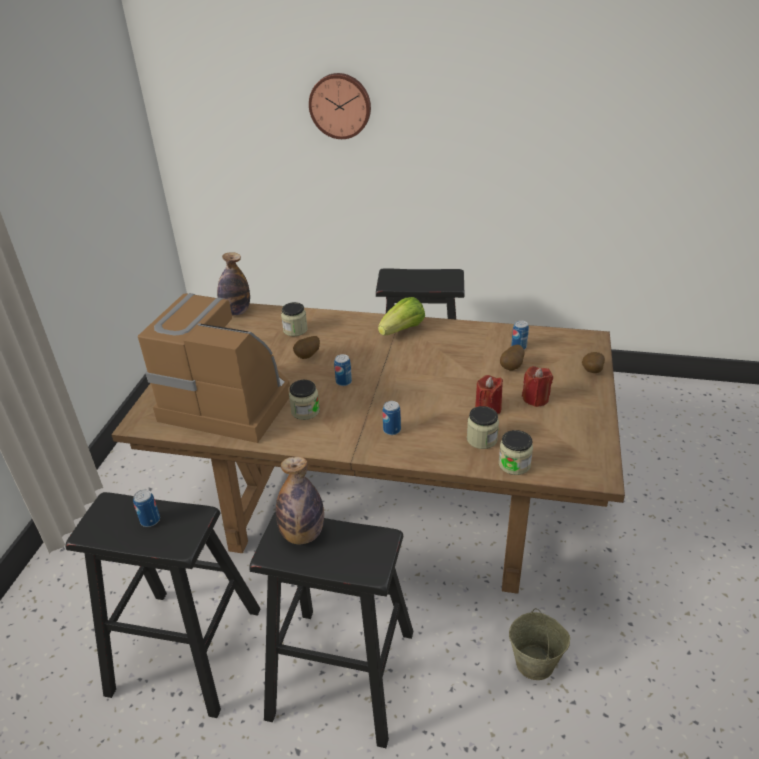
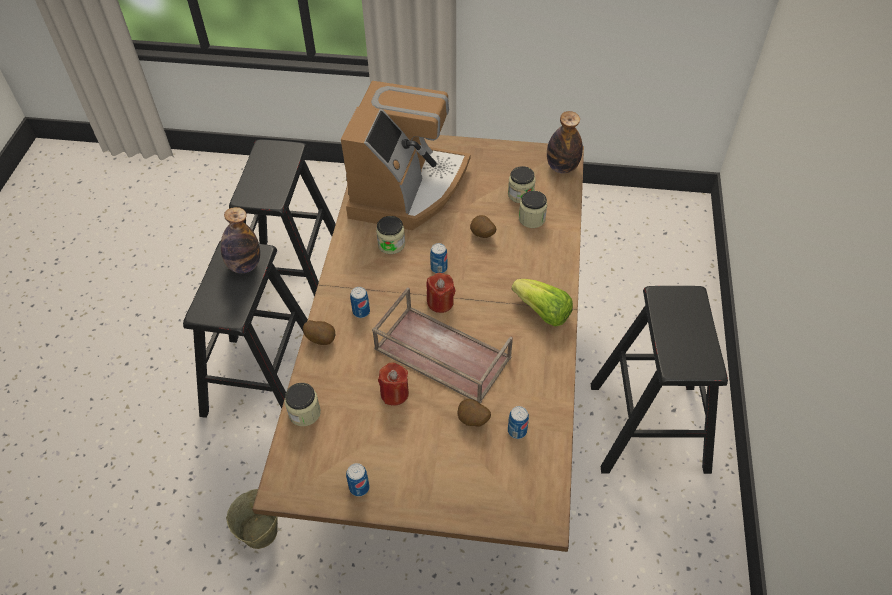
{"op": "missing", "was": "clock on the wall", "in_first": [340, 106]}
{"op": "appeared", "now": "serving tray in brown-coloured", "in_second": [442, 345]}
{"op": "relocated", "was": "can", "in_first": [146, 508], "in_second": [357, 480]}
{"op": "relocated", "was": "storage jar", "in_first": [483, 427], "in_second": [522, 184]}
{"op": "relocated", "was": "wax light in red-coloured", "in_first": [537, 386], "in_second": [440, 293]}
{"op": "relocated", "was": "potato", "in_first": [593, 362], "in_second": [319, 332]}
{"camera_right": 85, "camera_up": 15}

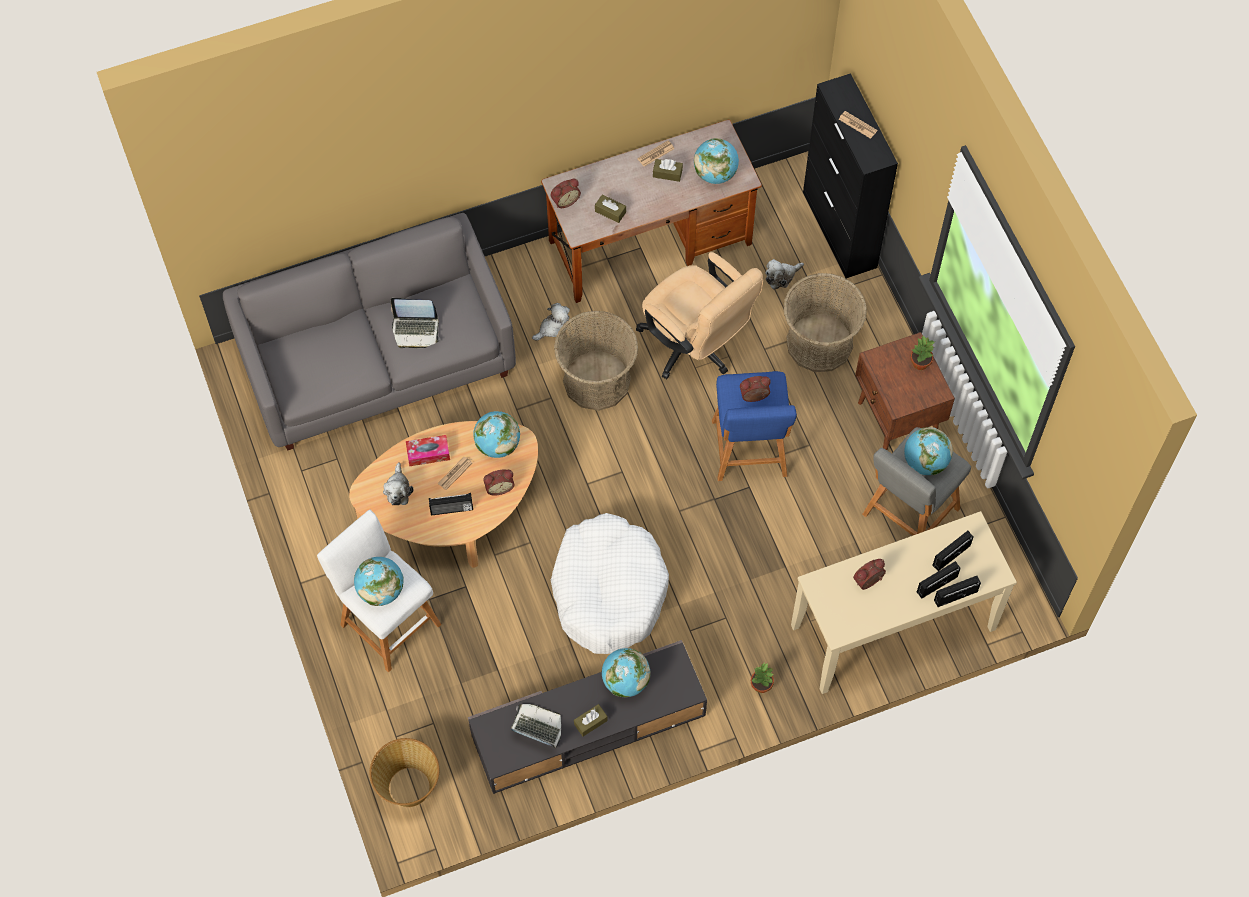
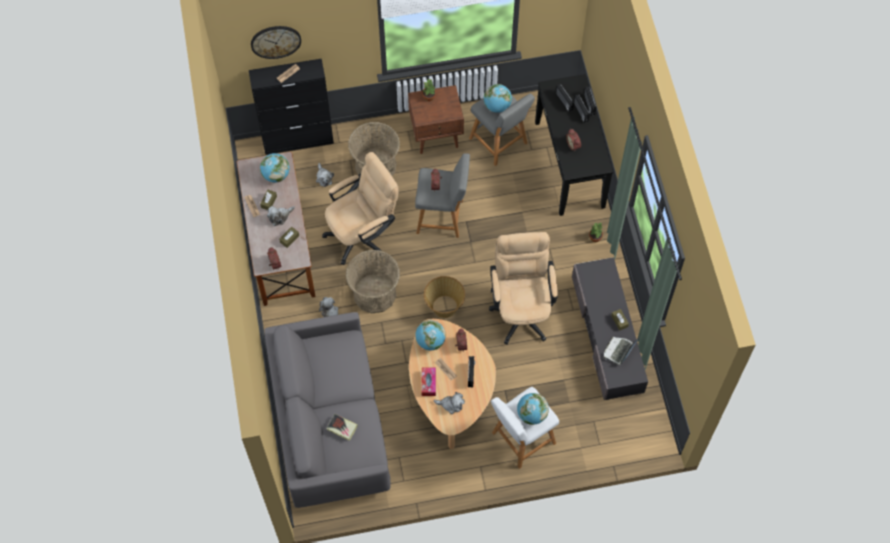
{"op": "missing", "was": "laptop", "in_first": [415, 323]}
{"op": "missing", "was": "globe", "in_first": [626, 672]}
{"op": "appeared", "now": "clock on the wall", "in_second": [276, 42]}
{"op": "appeared", "now": "soft toy", "in_second": [281, 216]}
{"op": "appeared", "now": "book", "in_second": [342, 427]}
{"op": "relocated", "was": "storage basket", "in_first": [404, 772], "in_second": [444, 297]}
{"op": "exchanged", "was": "dog cushion in white", "now": "office chair in beige", "in_first": [610, 583], "in_second": [523, 288]}
{"op": "colour", "was": "stool seat in blue-coloured", "now": "stool seat in gray", "in_first": [754, 426], "in_second": [442, 195]}
{"op": "colour", "was": "console table in beige", "now": "console table in black-coloured", "in_first": [904, 602], "in_second": [574, 145]}
{"camera_right": -80, "camera_up": 0}

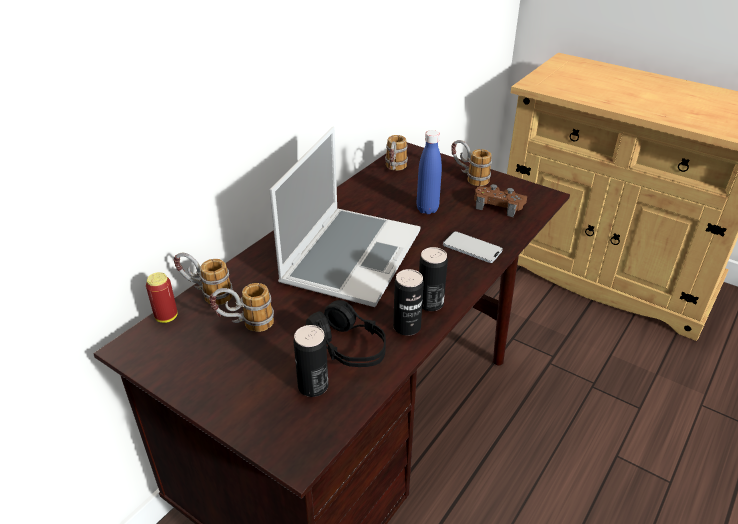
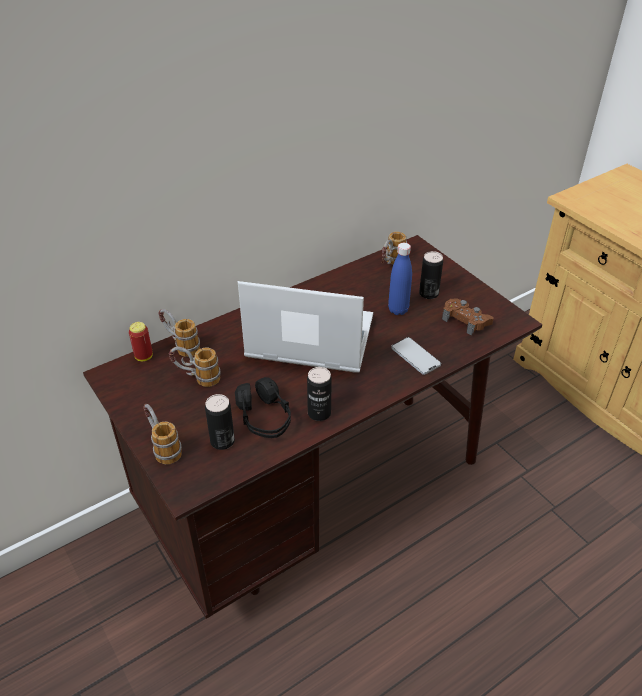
{"op": "relocated", "was": "can", "in_first": [433, 279], "in_second": [431, 275]}
{"op": "relocated", "was": "coffee mug", "in_first": [471, 163], "in_second": [162, 434]}
{"op": "spun", "was": "laptop", "in_first": [345, 217], "in_second": [305, 327], "clockwise": -120}
{"camera_right": 20, "camera_up": 5}

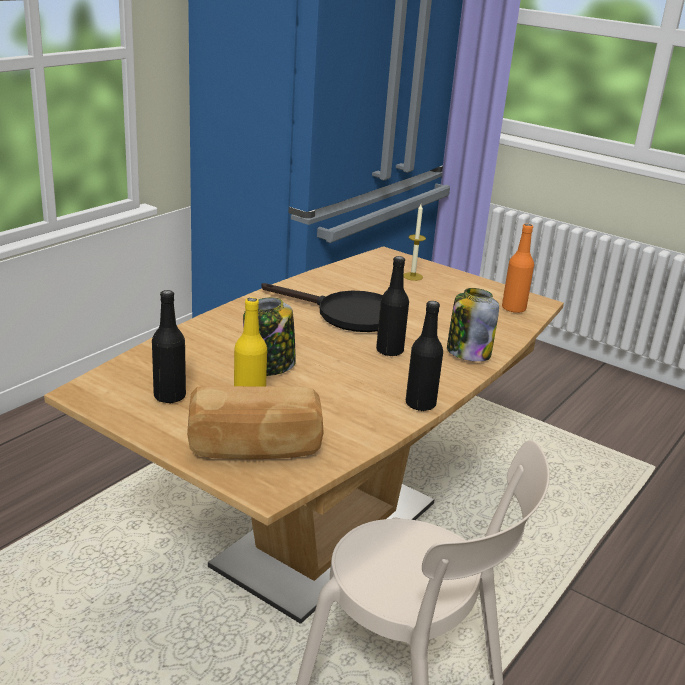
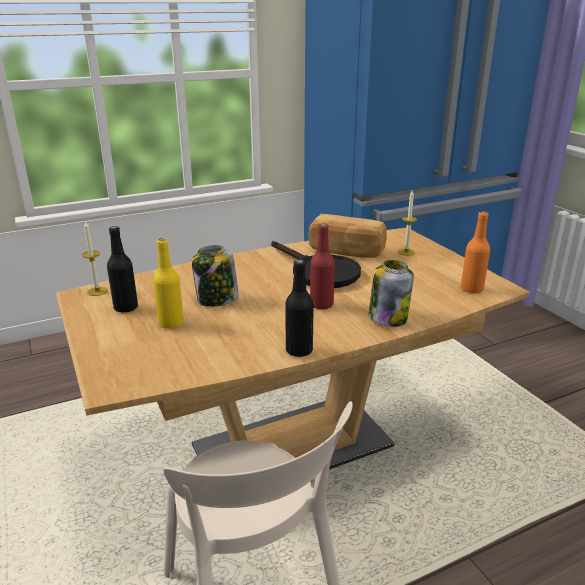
{"op": "appeared", "now": "wax light", "in_second": [95, 258]}
{"op": "relocated", "was": "bakery bread", "in_first": [255, 422], "in_second": [347, 236]}
{"op": "colour", "was": "beverage bottle in black-coloured", "now": "beverage bottle in red-coloured", "in_first": [392, 306], "in_second": [322, 266]}
{"camera_right": 30, "camera_up": 0}

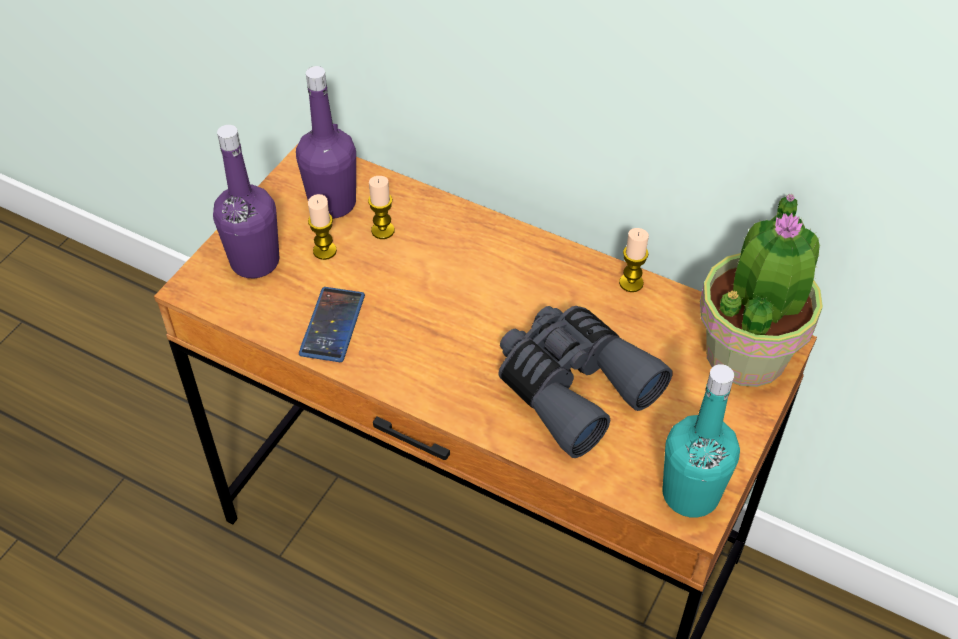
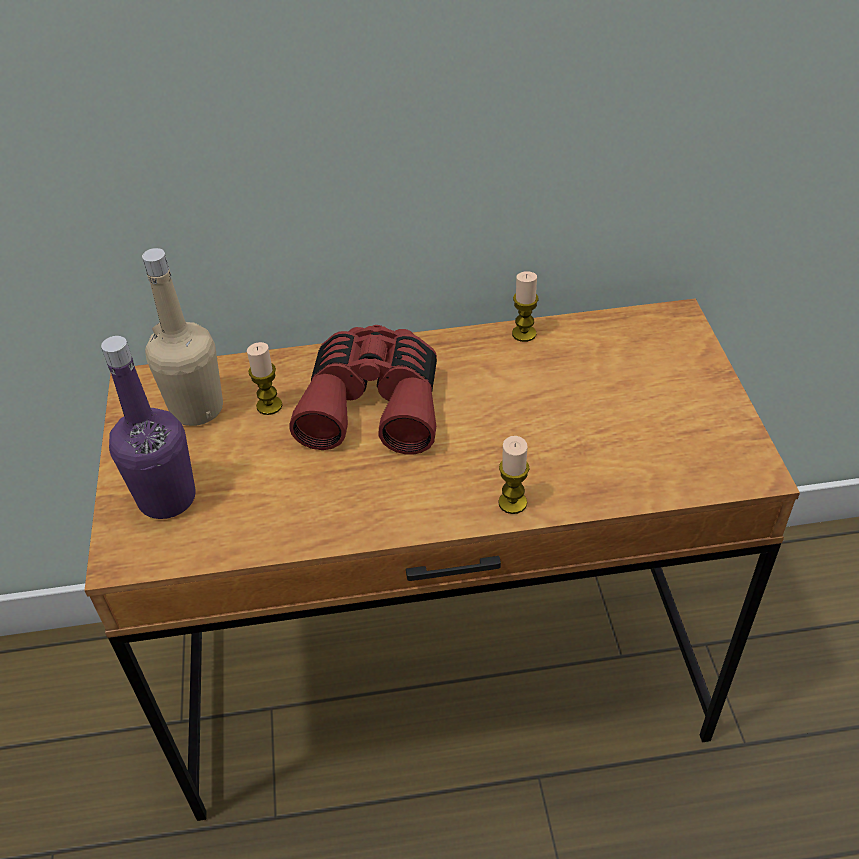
{"op": "missing", "was": "phone", "in_first": [332, 324]}
{"op": "missing", "was": "field glasses in gray", "in_first": [585, 382]}
{"op": "missing", "was": "beverage bottle in turquoise", "in_first": [701, 441]}
{"op": "missing", "was": "plant in a pot", "in_first": [761, 290]}
{"op": "appeared", "now": "field glasses in red-coloured", "in_second": [363, 390]}
{"op": "relocated", "was": "wax light", "in_first": [322, 227], "in_second": [514, 475]}
{"op": "colour", "was": "beverage bottle in purple-coloured", "now": "beverage bottle in beige", "in_first": [326, 142], "in_second": [182, 337]}
{"camera_right": -35, "camera_up": -5}

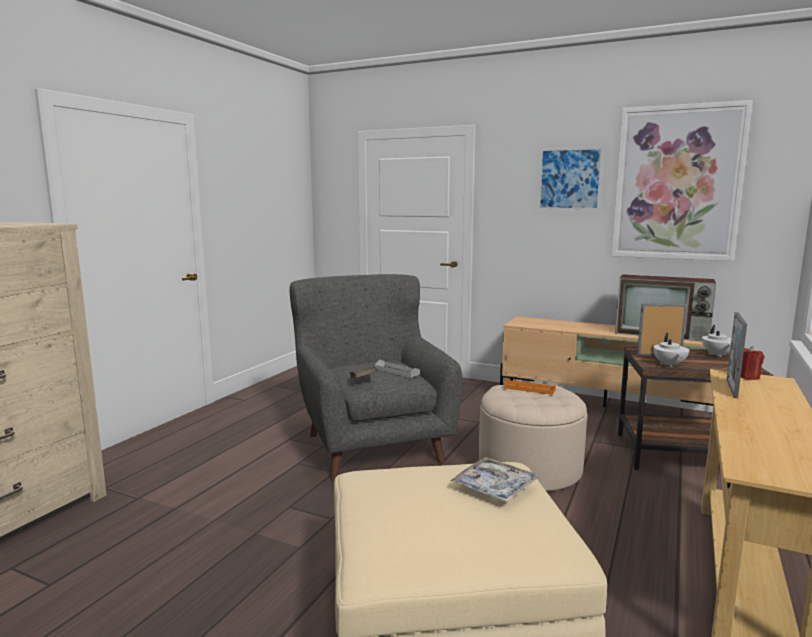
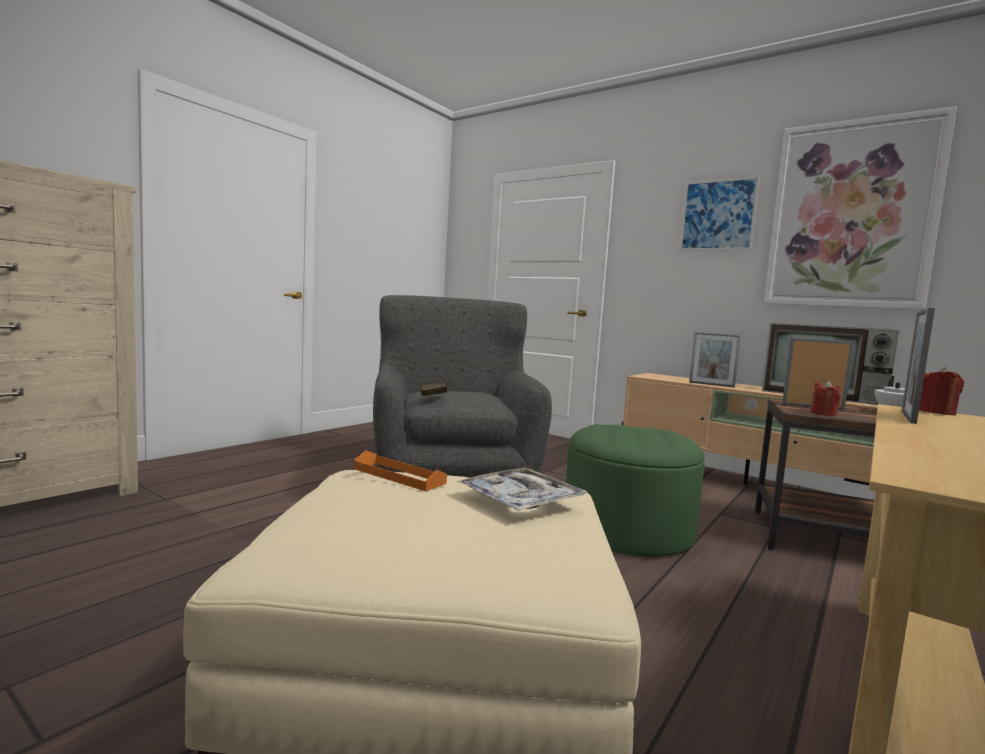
{"op": "missing", "was": "serving tray in gray", "in_first": [397, 369]}
{"op": "appeared", "now": "standing frame", "in_second": [715, 360]}
{"op": "relocated", "was": "serving tray in orangey", "in_first": [530, 386], "in_second": [400, 470]}
{"op": "exchanged", "was": "tea pot in white", "now": "wax light in red-coloured", "in_first": [671, 350], "in_second": [825, 398]}
{"op": "colour", "was": "pouffe in beige", "now": "pouffe in green", "in_first": [533, 437], "in_second": [635, 490]}
{"camera_right": 10, "camera_up": -5}

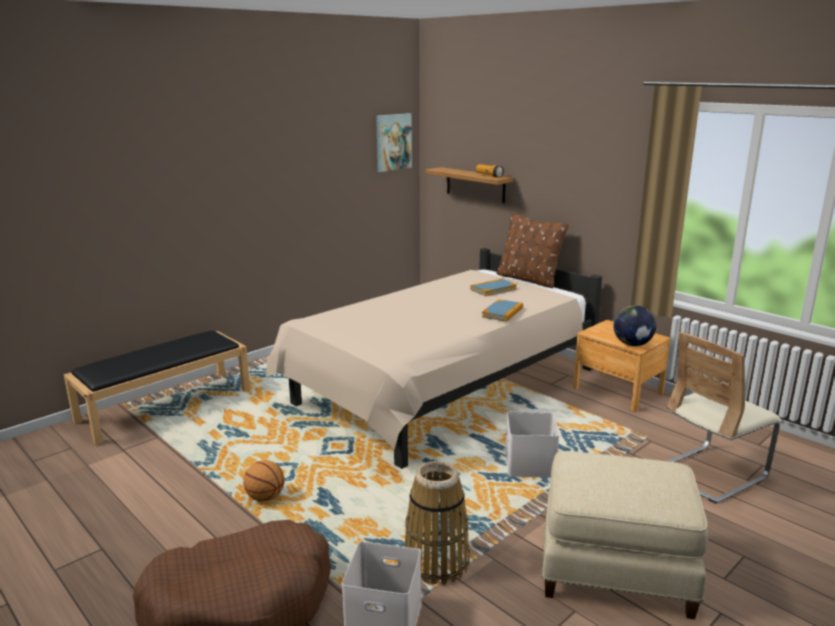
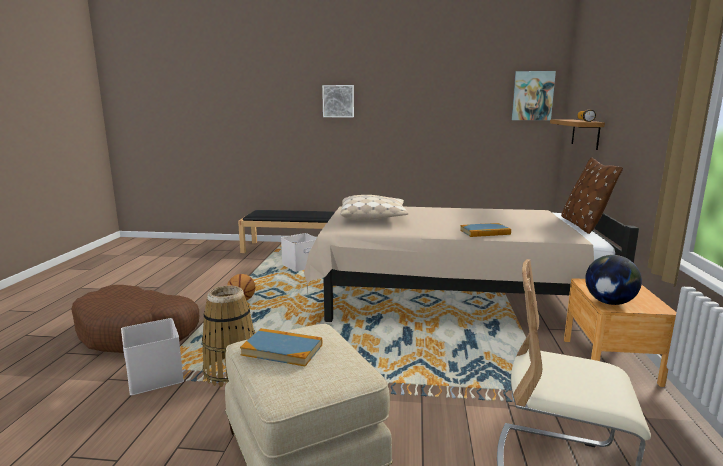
{"op": "appeared", "now": "picture", "in_second": [338, 101]}
{"op": "appeared", "now": "cushion in beige", "in_second": [374, 207]}
{"op": "relocated", "was": "book", "in_first": [493, 287], "in_second": [281, 347]}
{"op": "relocated", "was": "storage box in white", "in_first": [532, 445], "in_second": [299, 252]}
{"camera_right": 50, "camera_up": -5}

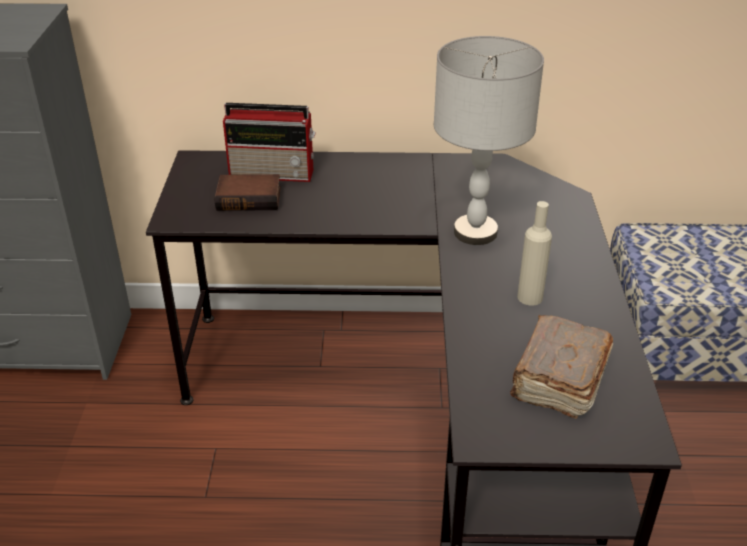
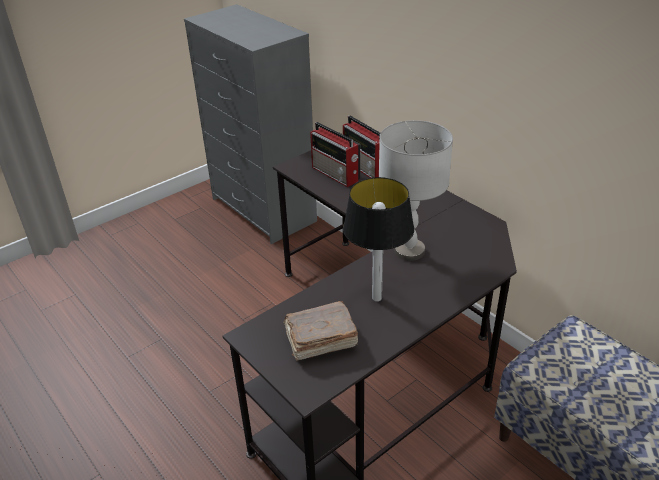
{"op": "exchanged", "was": "book", "now": "radio set", "in_first": [248, 192], "in_second": [335, 154]}
{"op": "exchanged", "was": "beverage bottle in beige", "now": "table lamp", "in_first": [534, 253], "in_second": [378, 239]}
{"camera_right": 50, "camera_up": 0}

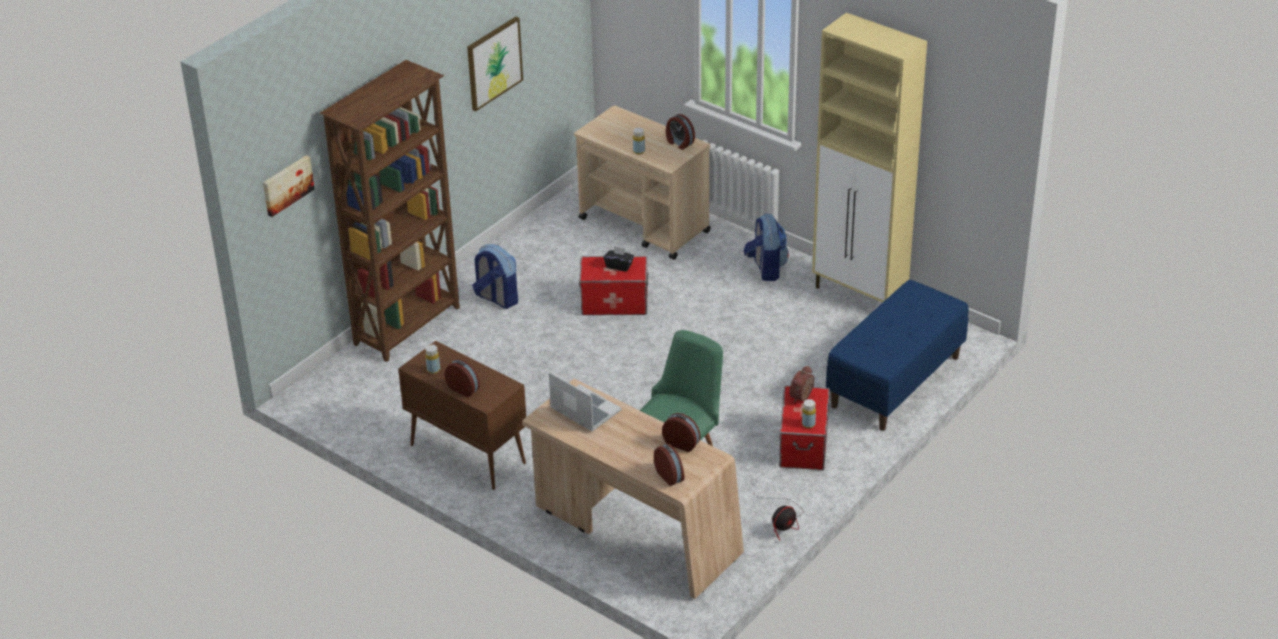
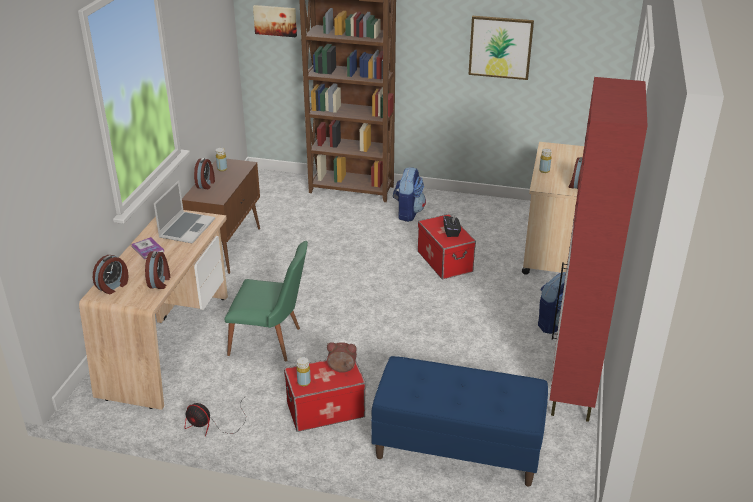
{"op": "appeared", "now": "book", "in_second": [147, 248]}
{"op": "colour", "was": "storage cabinet in beige", "now": "storage cabinet in red-coloured", "in_first": [869, 158], "in_second": [598, 249]}
{"camera_right": 65, "camera_up": -5}

